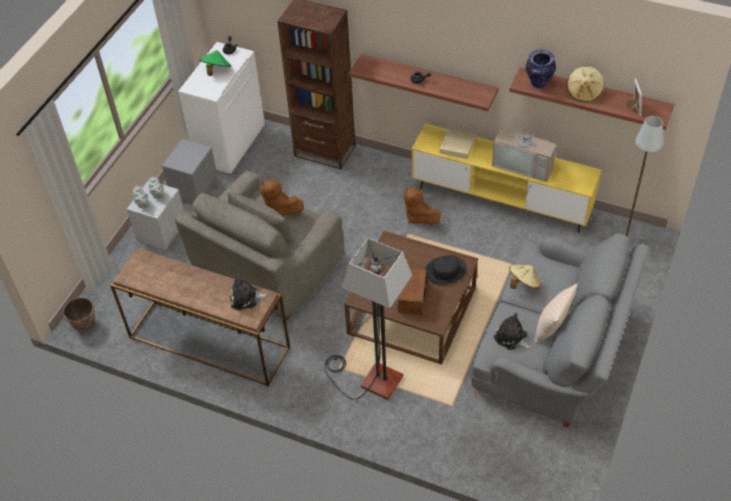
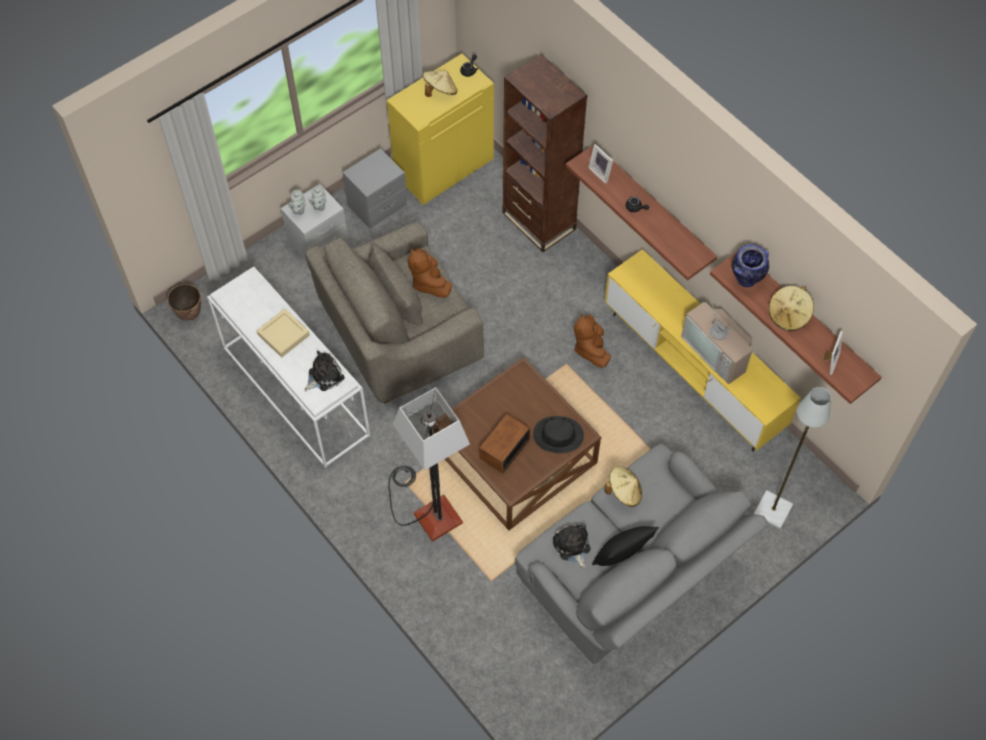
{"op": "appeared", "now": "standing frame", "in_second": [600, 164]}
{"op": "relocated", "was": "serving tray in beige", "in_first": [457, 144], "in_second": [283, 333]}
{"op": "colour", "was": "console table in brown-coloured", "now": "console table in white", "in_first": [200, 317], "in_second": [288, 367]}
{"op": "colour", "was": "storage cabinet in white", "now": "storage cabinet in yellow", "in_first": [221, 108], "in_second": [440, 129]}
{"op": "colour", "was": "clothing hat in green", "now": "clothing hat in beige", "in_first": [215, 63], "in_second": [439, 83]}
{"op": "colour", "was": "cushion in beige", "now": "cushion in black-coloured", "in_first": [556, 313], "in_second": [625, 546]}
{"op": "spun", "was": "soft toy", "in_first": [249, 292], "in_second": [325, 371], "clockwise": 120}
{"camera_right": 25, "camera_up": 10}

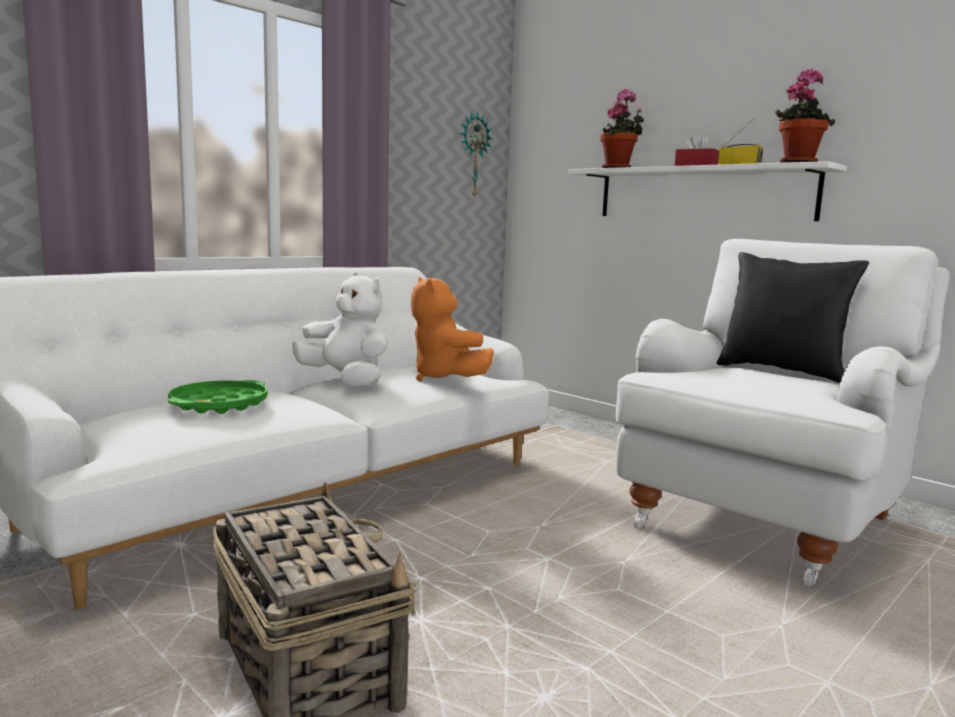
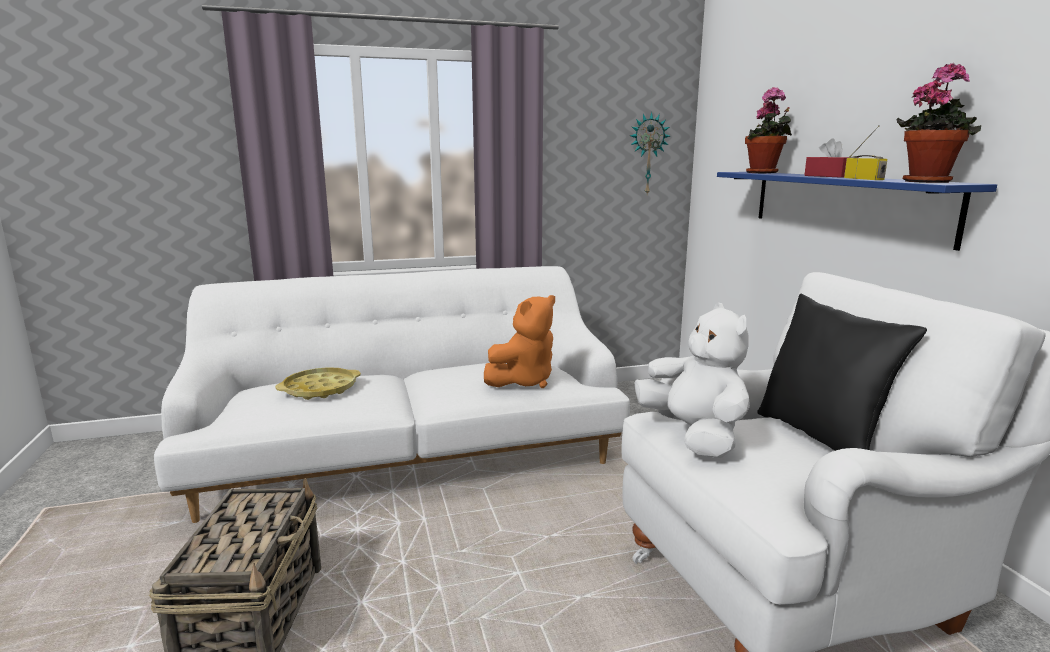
{"op": "relocated", "was": "soft toy in white", "in_first": [340, 330], "in_second": [692, 380]}
{"op": "colour", "was": "serving tray in green", "now": "serving tray in yellow", "in_first": [218, 397], "in_second": [318, 383]}
{"op": "colour", "was": "shelf in white", "now": "shelf in blue-coloured", "in_first": [707, 191], "in_second": [857, 211]}
{"op": "spun", "was": "soft toy in orangey", "in_first": [452, 329], "in_second": [519, 341], "clockwise": -135}
{"camera_right": 30, "camera_up": 5}

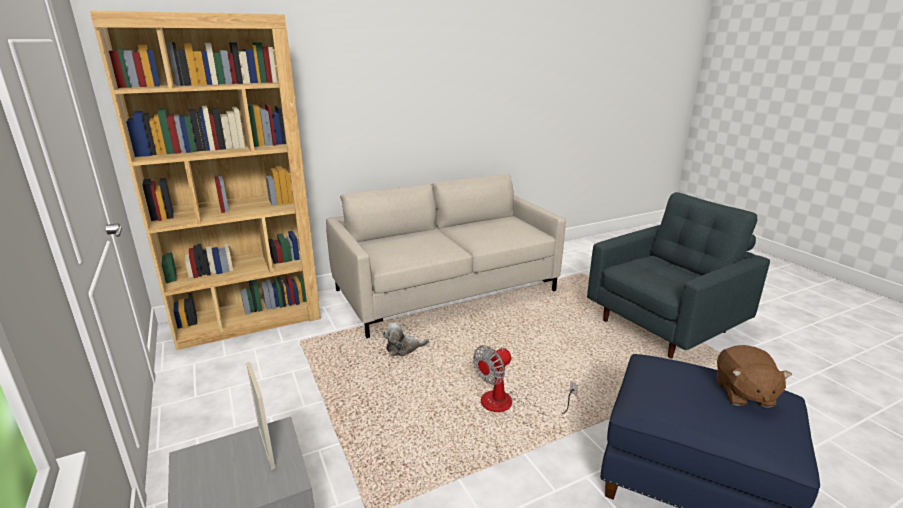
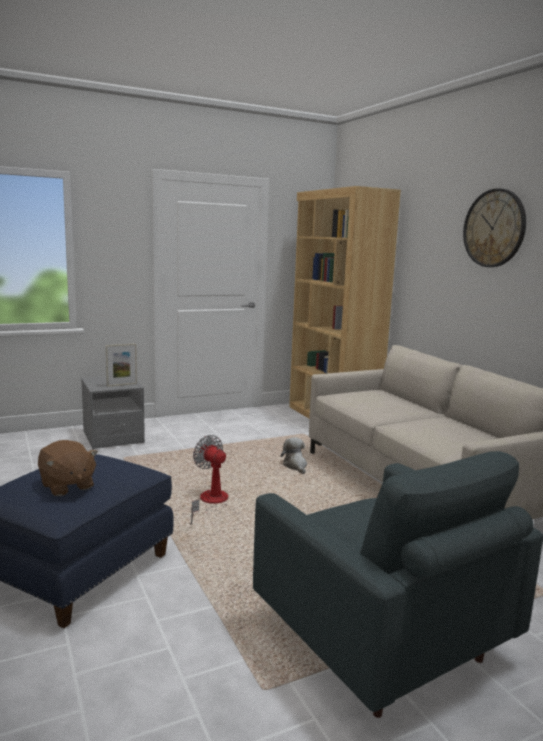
{"op": "appeared", "now": "clock on the wall", "in_second": [494, 227]}
{"op": "spun", "was": "soft toy in brown-coloured", "in_first": [754, 376], "in_second": [68, 468], "clockwise": -135}
{"camera_right": 90, "camera_up": -10}

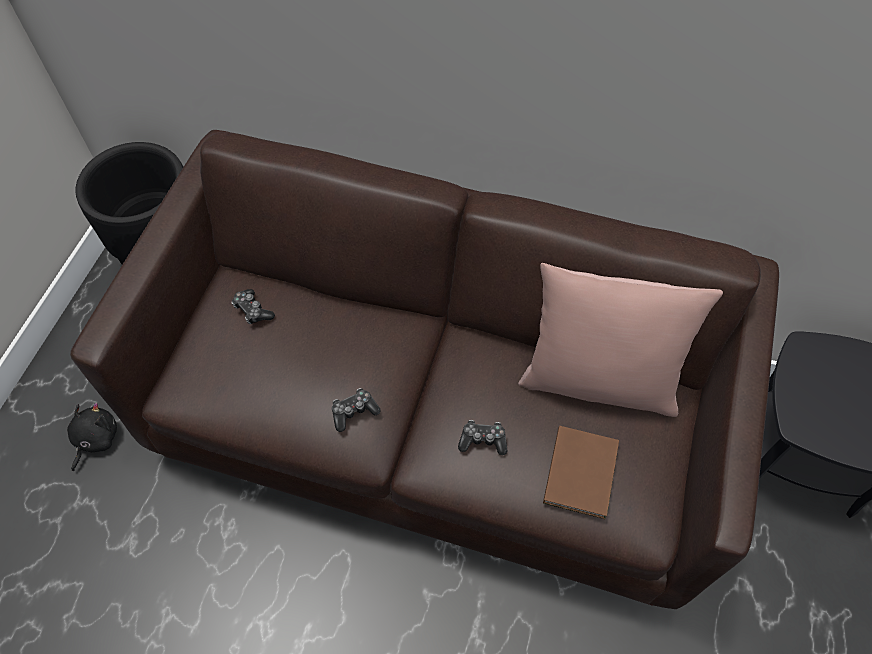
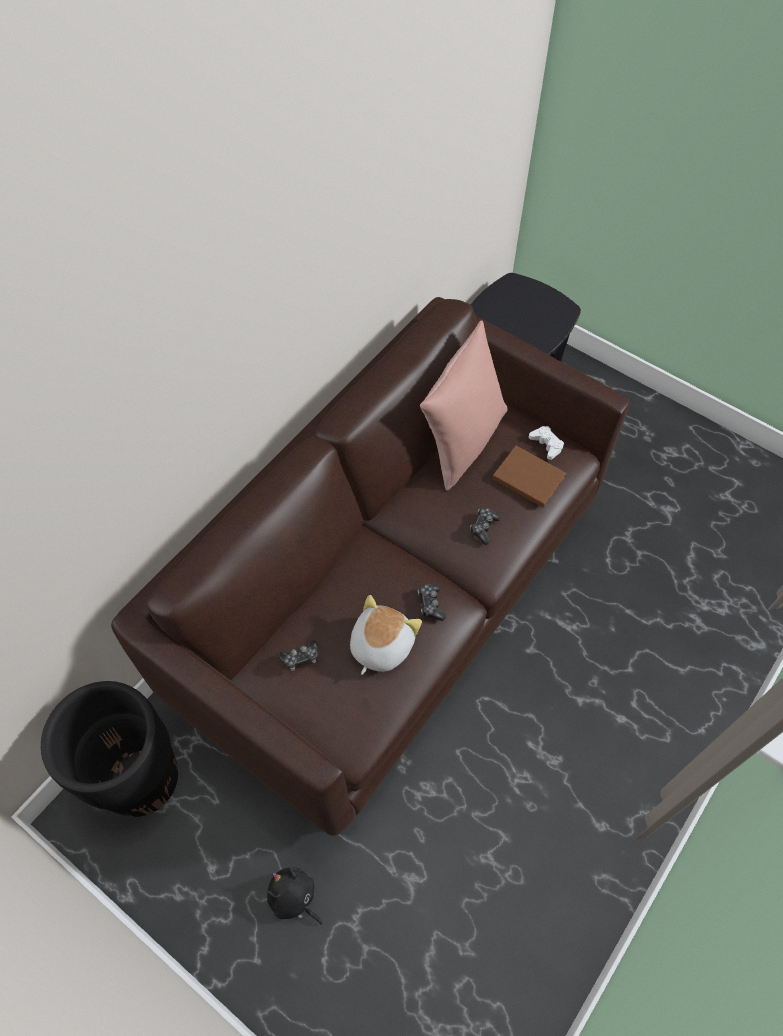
{"op": "appeared", "now": "soft toy", "in_second": [386, 635]}
{"op": "appeared", "now": "gamepad in white", "in_second": [546, 443]}
{"camera_right": -70, "camera_up": 0}

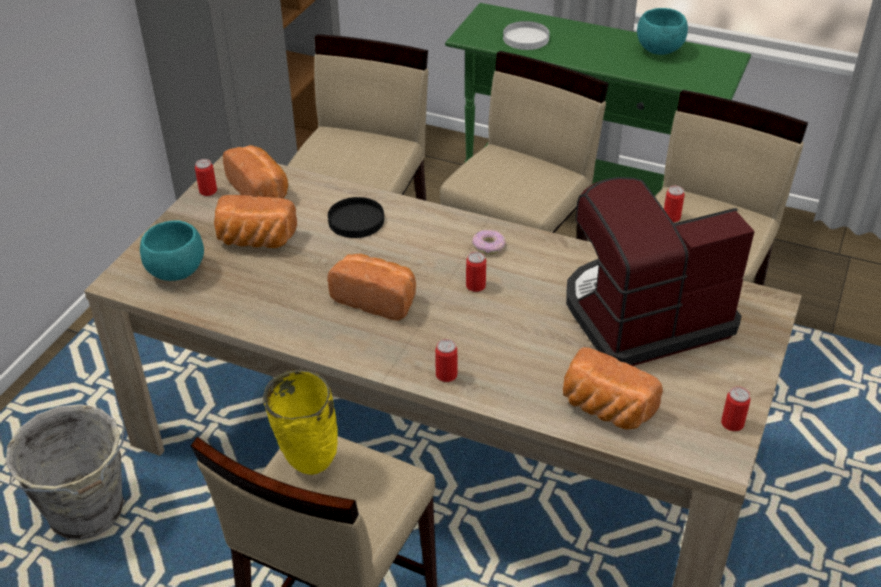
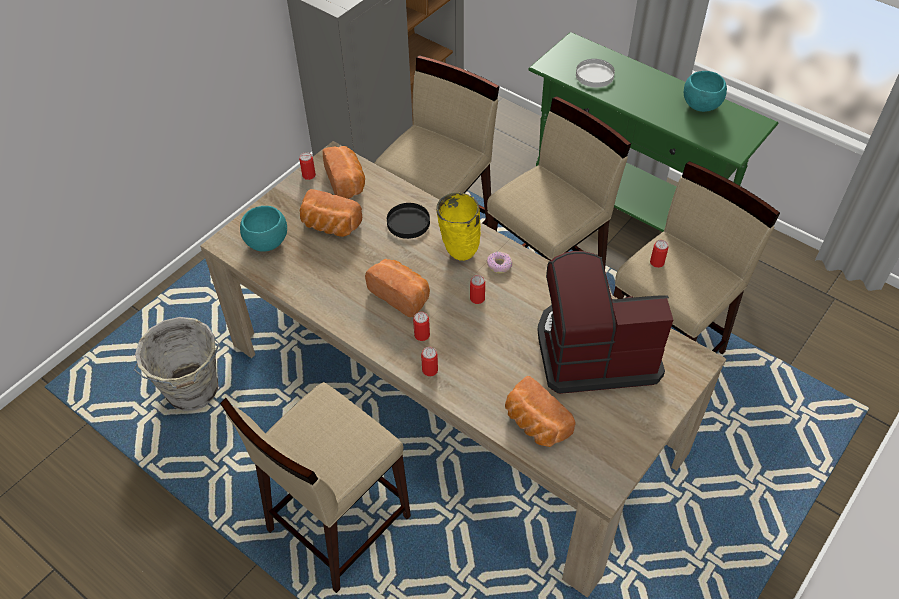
{"op": "relocated", "was": "vase in yellow", "in_first": [300, 422], "in_second": [458, 226]}
{"op": "relocated", "was": "can", "in_first": [736, 409], "in_second": [421, 326]}
{"camera_right": 15, "camera_up": 10}

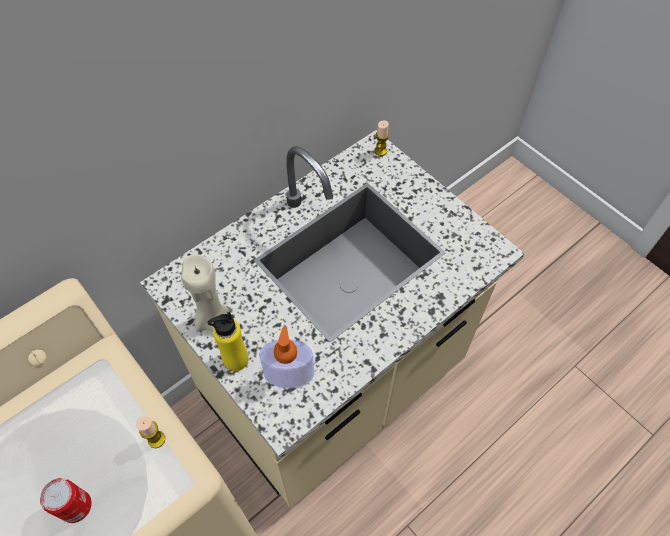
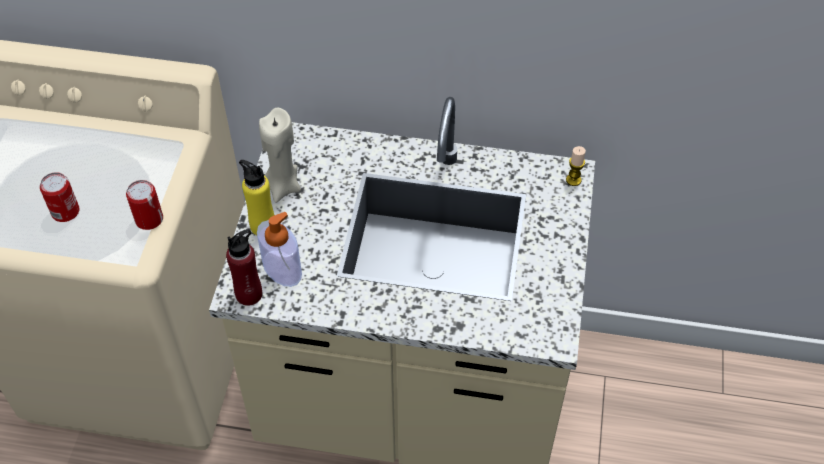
{"op": "appeared", "now": "beverage bottle in red-coloured", "in_second": [244, 267]}
{"op": "exchanged", "was": "wax light", "now": "can", "in_first": [150, 432], "in_second": [144, 205]}
{"camera_right": 50, "camera_up": -5}

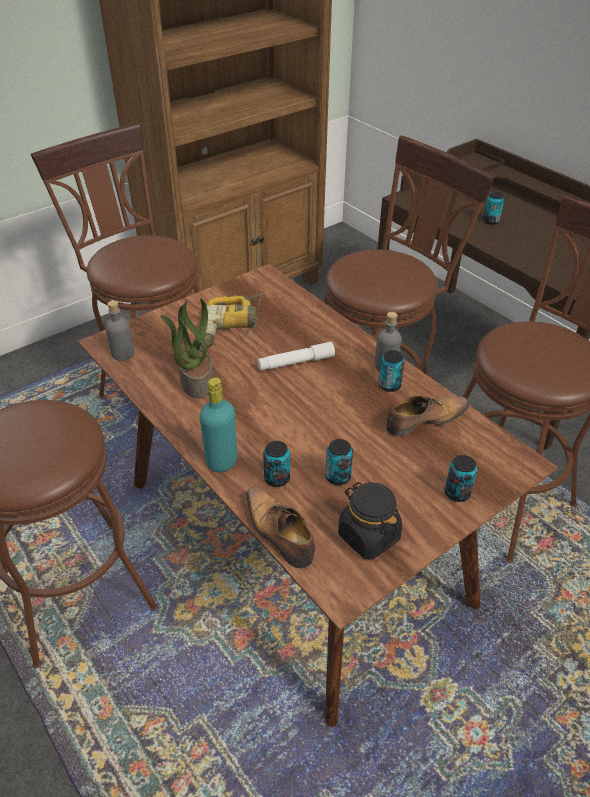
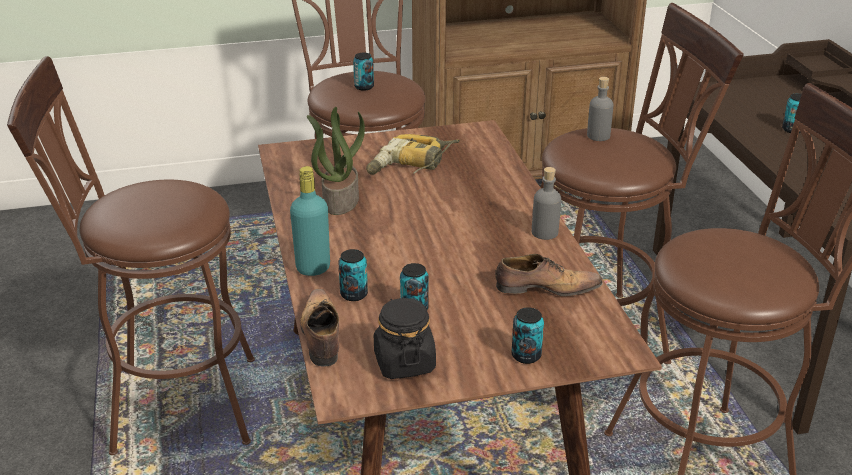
{"op": "missing", "was": "torch in white", "in_first": [296, 356]}
{"op": "relocated", "was": "beverage bottle in gray", "in_first": [120, 330], "in_second": [600, 109]}
{"op": "relocated", "was": "can", "in_first": [392, 371], "in_second": [363, 72]}
{"camera_right": 25, "camera_up": -10}

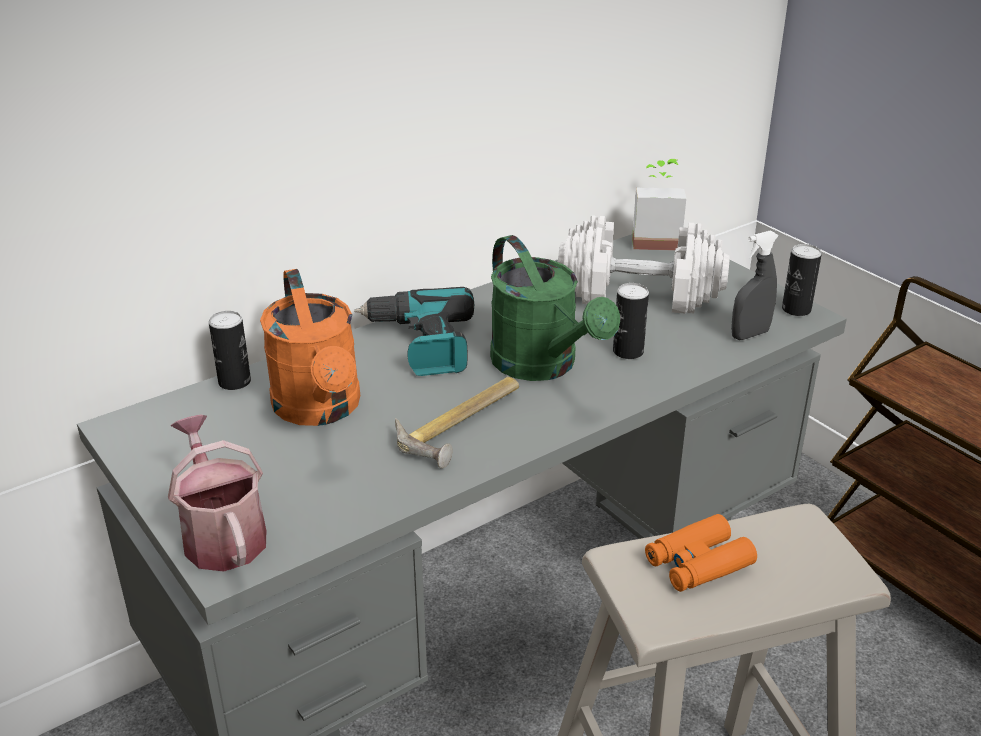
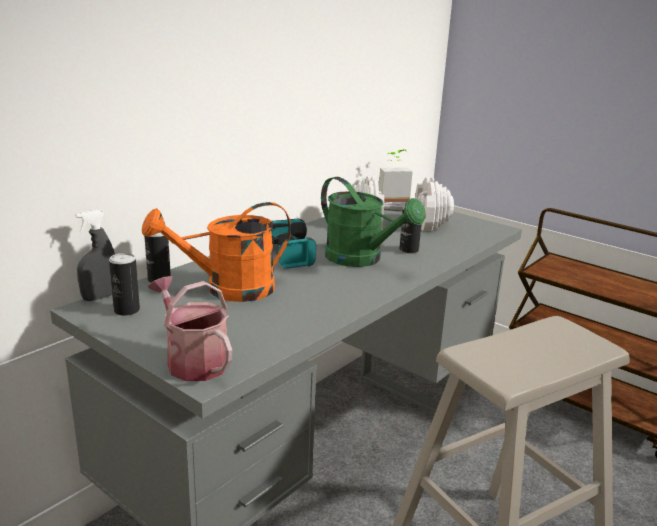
{"op": "missing", "was": "hammer", "in_first": [457, 423]}
{"op": "missing", "was": "field glasses in orangey", "in_first": [701, 553]}
{"op": "relocated", "was": "sprayer in gray", "in_first": [755, 285], "in_second": [95, 255]}
{"op": "relocated", "was": "can", "in_first": [802, 280], "in_second": [124, 284]}
{"op": "spun", "was": "sprinkling can in orangey", "in_first": [310, 347], "in_second": [216, 252], "clockwise": 105}
{"camera_right": -15, "camera_up": -10}

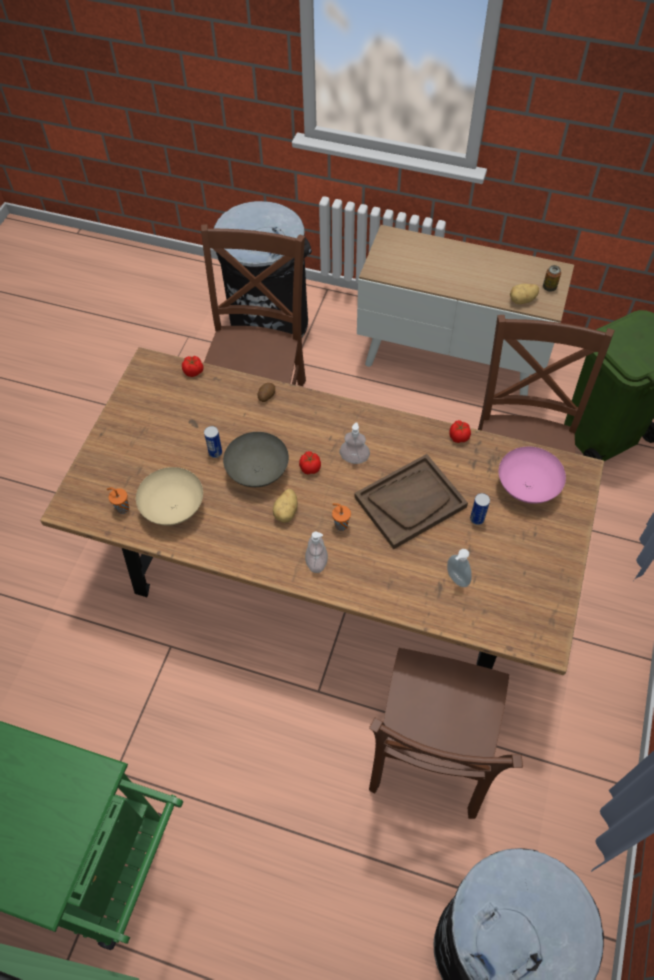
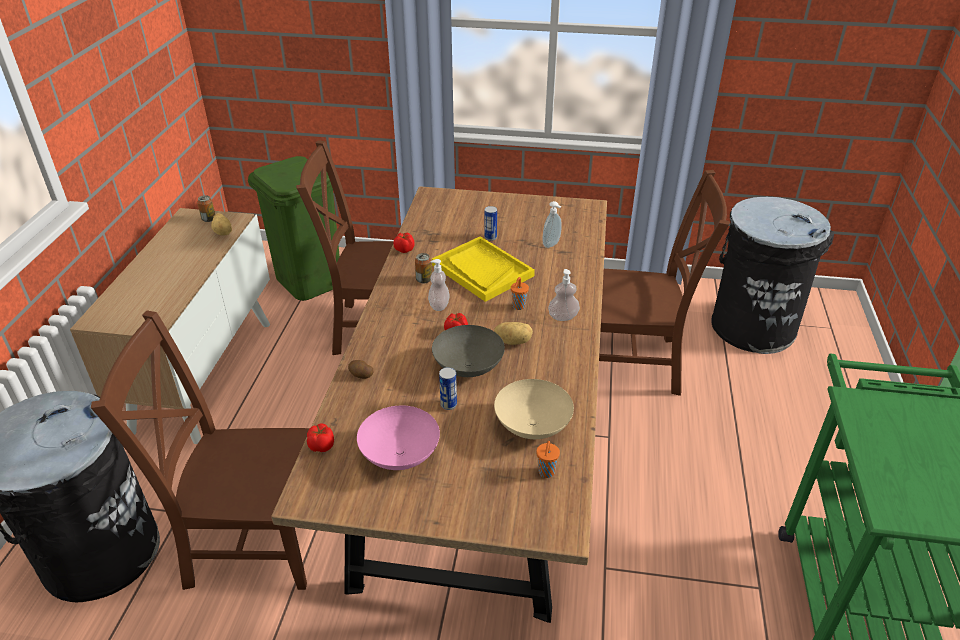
{"op": "appeared", "now": "can", "in_second": [423, 268]}
{"op": "relocated", "was": "deep dish in pink-coloured", "in_first": [532, 475], "in_second": [398, 438]}
{"op": "colour", "was": "serving tray in brown-coloured", "now": "serving tray in yellow", "in_first": [411, 501], "in_second": [483, 269]}
{"camera_right": -100, "camera_up": -20}

